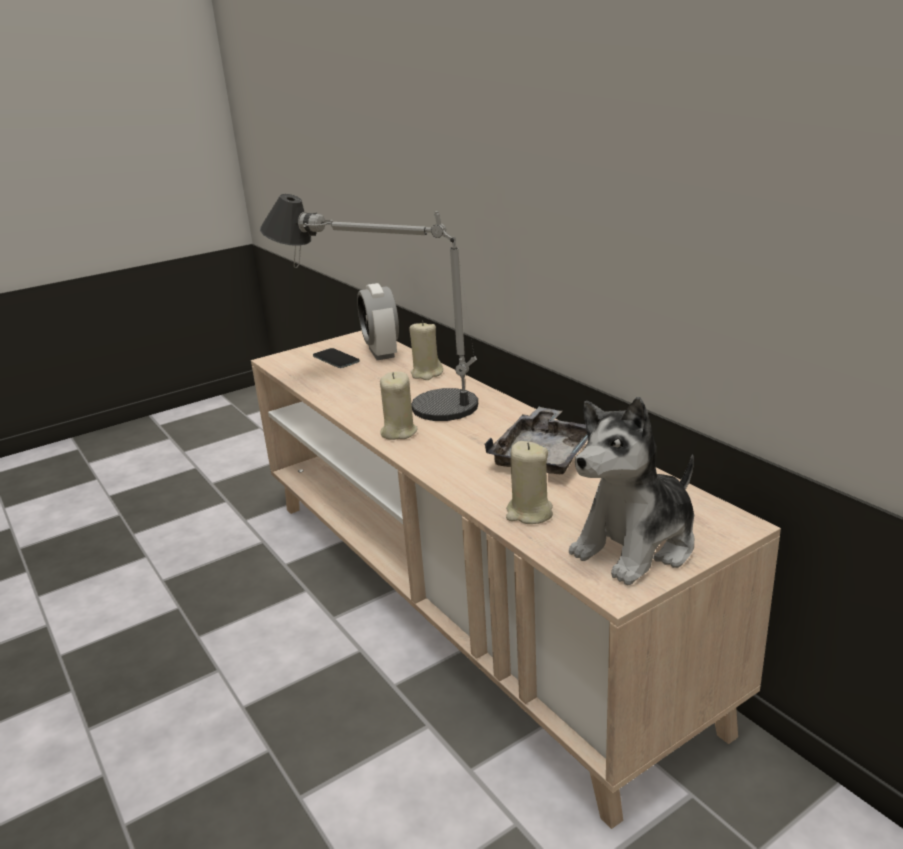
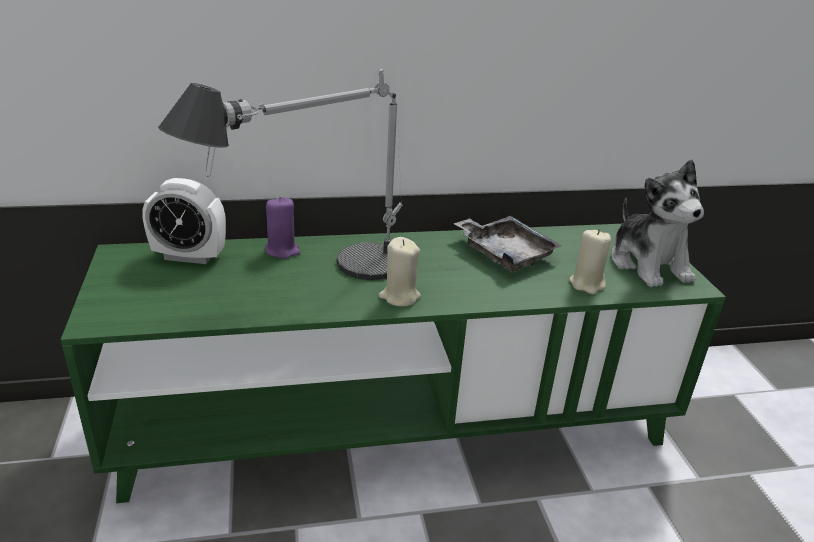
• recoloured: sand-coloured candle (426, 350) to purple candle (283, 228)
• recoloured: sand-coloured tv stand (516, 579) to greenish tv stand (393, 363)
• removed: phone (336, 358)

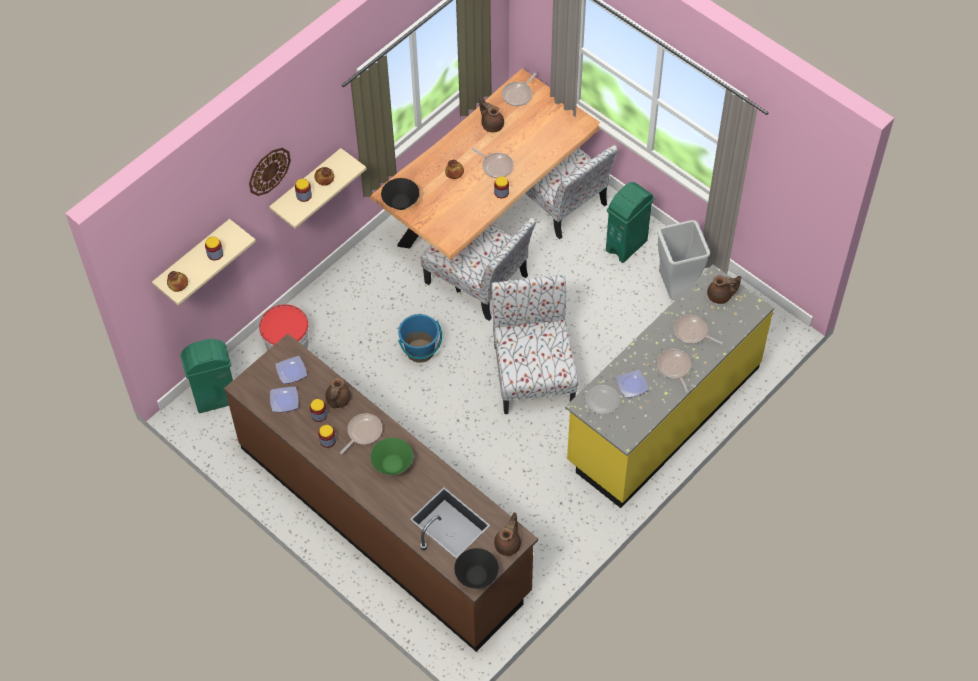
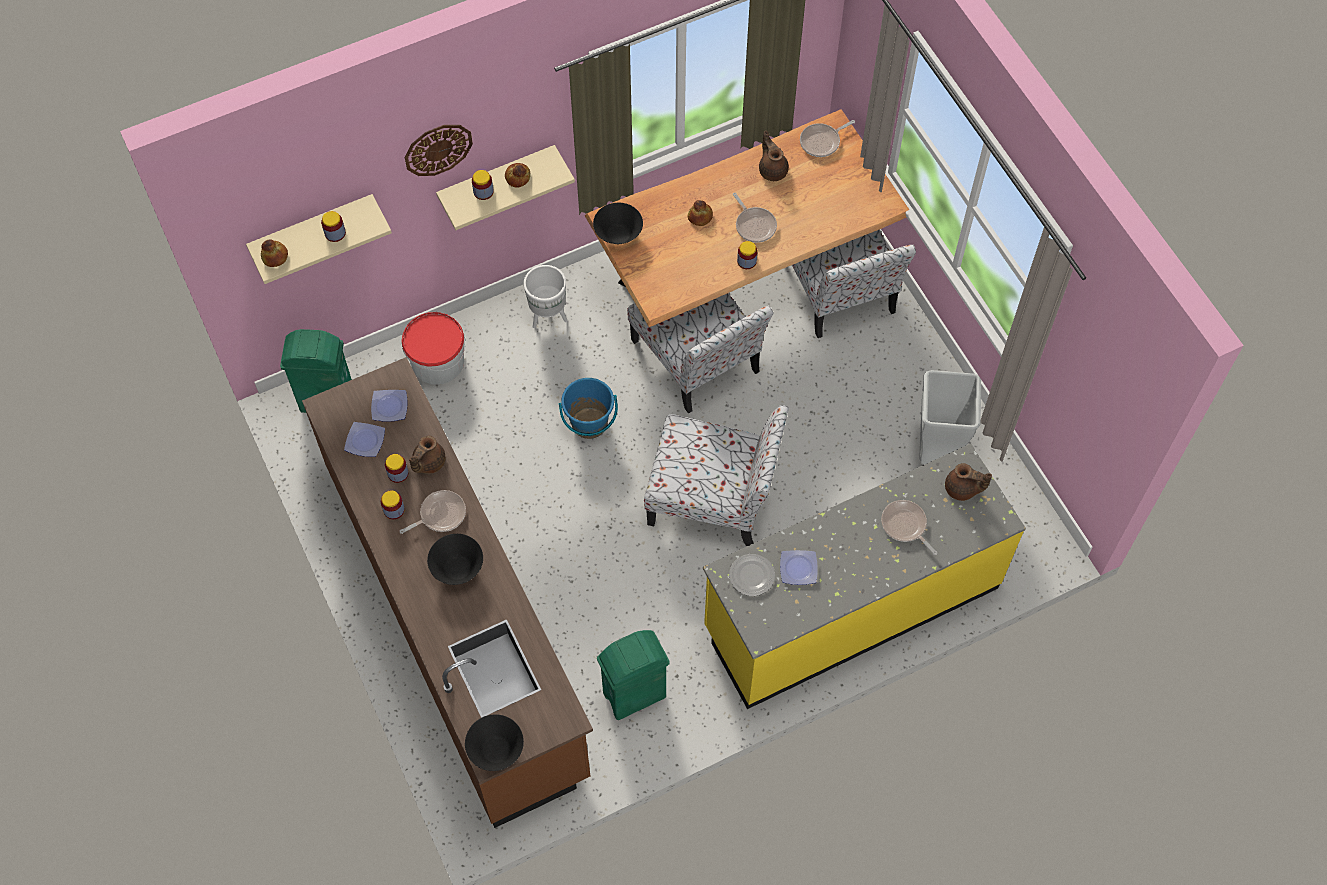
• moved: greenish trash can (630, 222) to (633, 675)
• turned: chair (534, 344) = (716, 475) 90 degrees clockwise
• removed: frying pan (674, 371)
• recoloured: greenish bowl (391, 456) to black-coloured bowl (455, 559)
• removed: brown teapot (507, 534)
• added: whitish flower pot (545, 296)

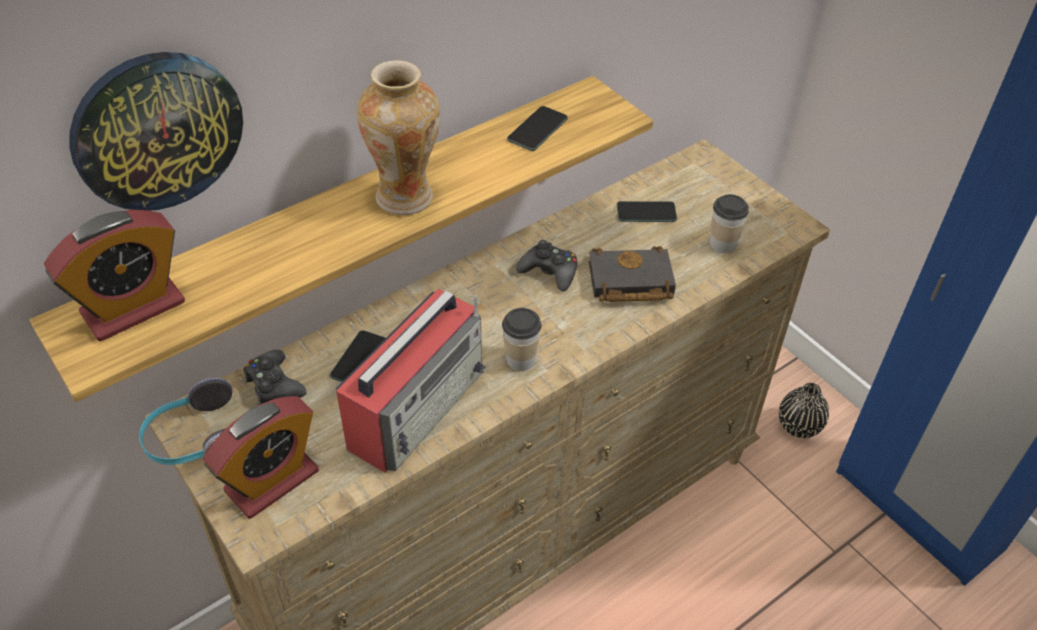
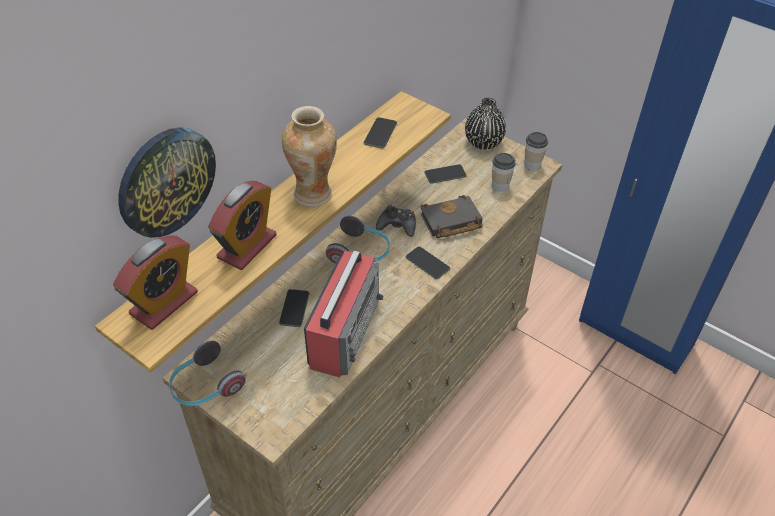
• moved: small cup (521, 339) to (536, 151)
• removed: black-coloured gamepad (275, 377)
• moved: black-coloured decorative vase (804, 410) to (485, 124)
• moved: table clock (261, 457) to (242, 225)
• added: pair of headphones (357, 240)
• added: phone (428, 262)

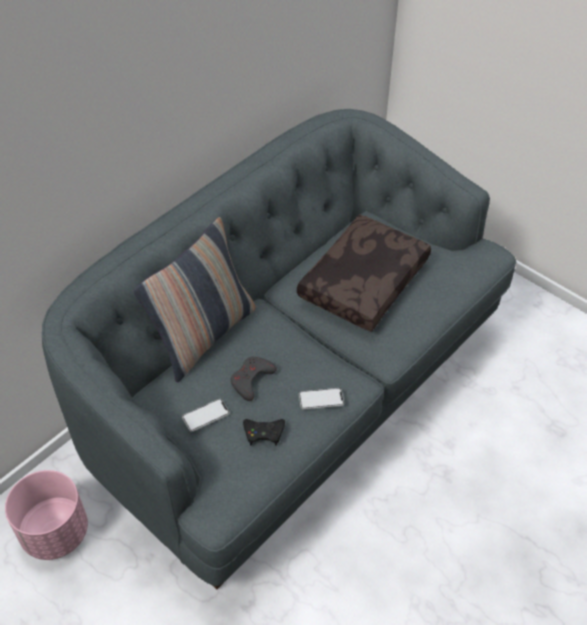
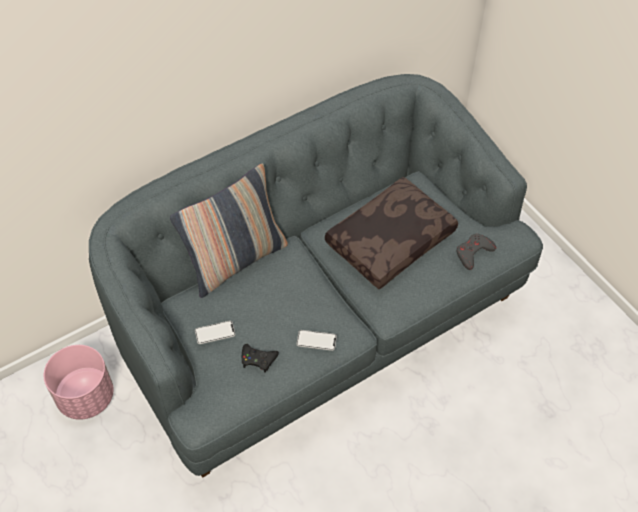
• moved: grey gamepad (253, 379) to (476, 252)

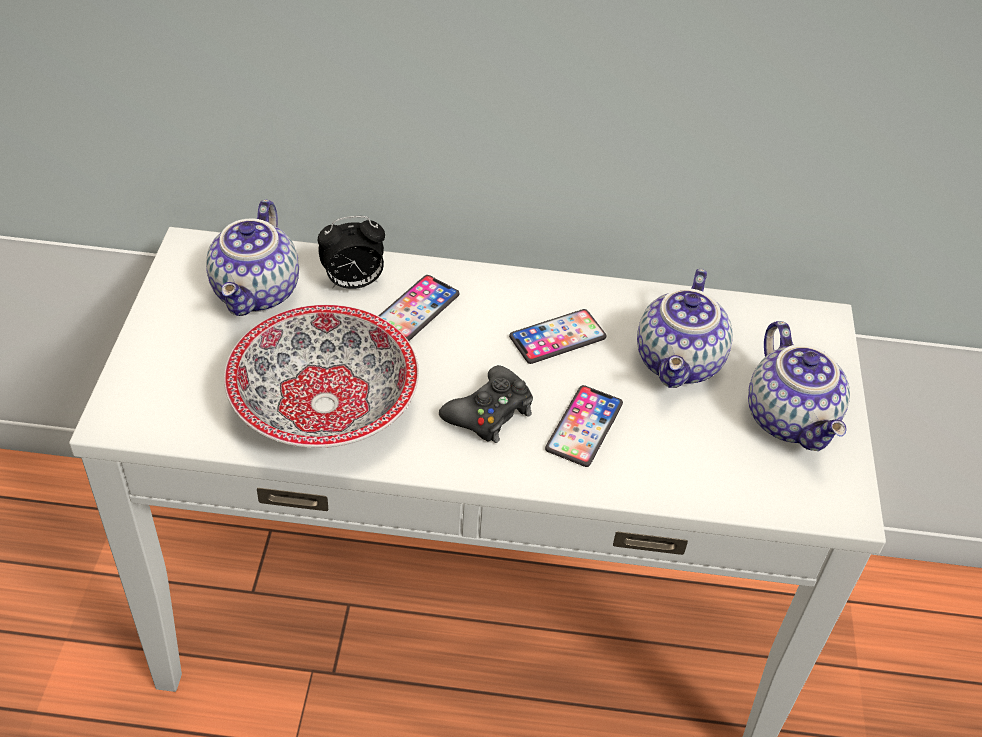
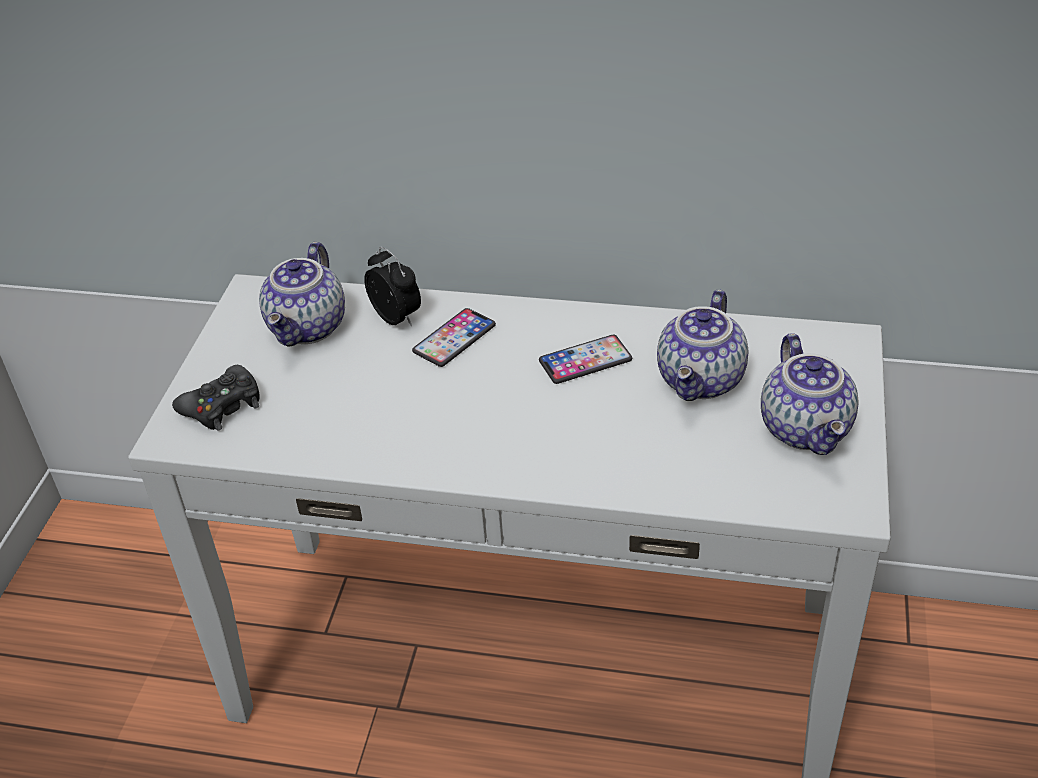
• turned: table clock (351, 252) = (392, 286) 120 degrees counterclockwise
• removed: bowl (321, 376)
• moved: black-coloured gamepad (486, 404) to (216, 398)
• removed: phone (584, 426)

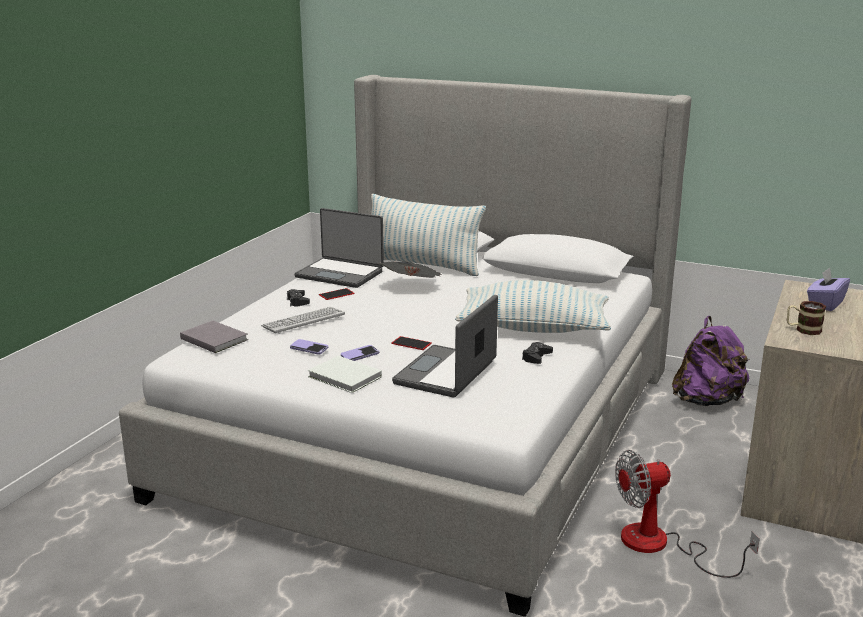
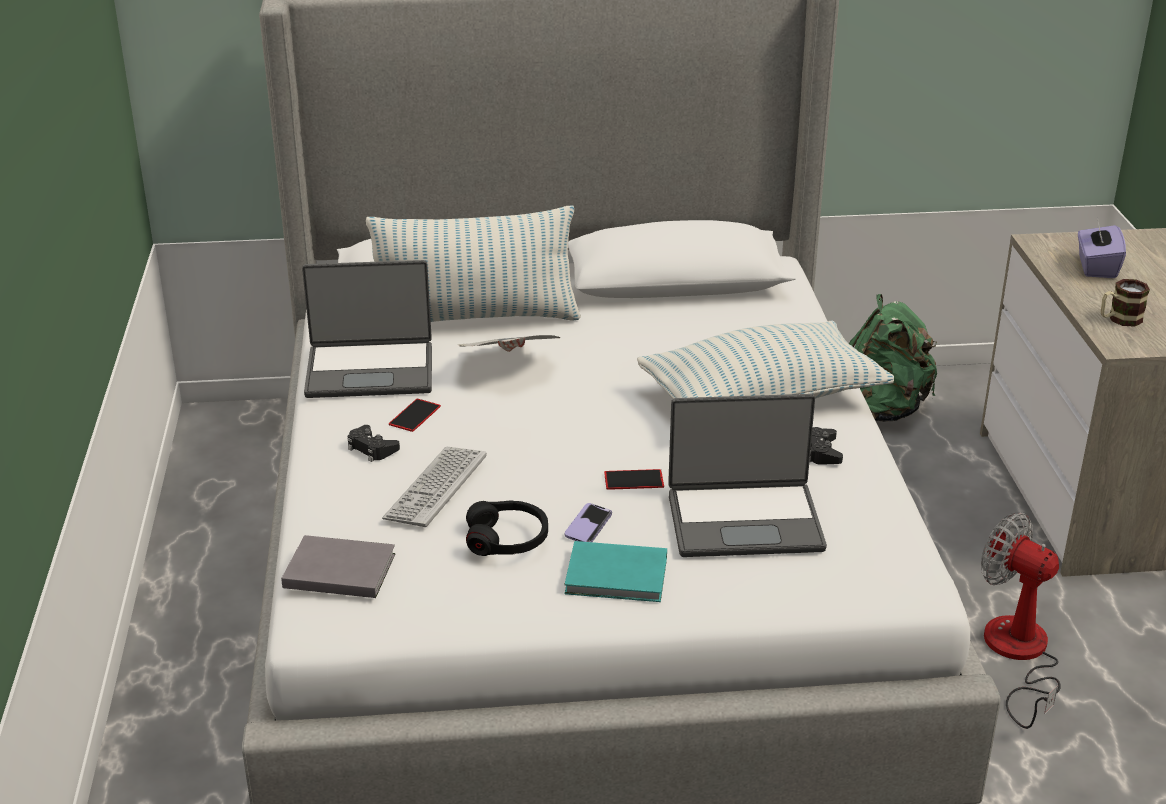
• turned: notebook computer (445, 346) = (747, 475) 90 degrees counterclockwise
• recoloured: purple rucksack (711, 361) to greenish rucksack (893, 358)
• replaced: phone (309, 347) to black-coloured pair of headphones (507, 528)
• recoloured: whitish volume (345, 374) to blue-green volume (615, 571)
• turned: cooling fan (687, 514) = (1021, 620) 90 degrees clockwise

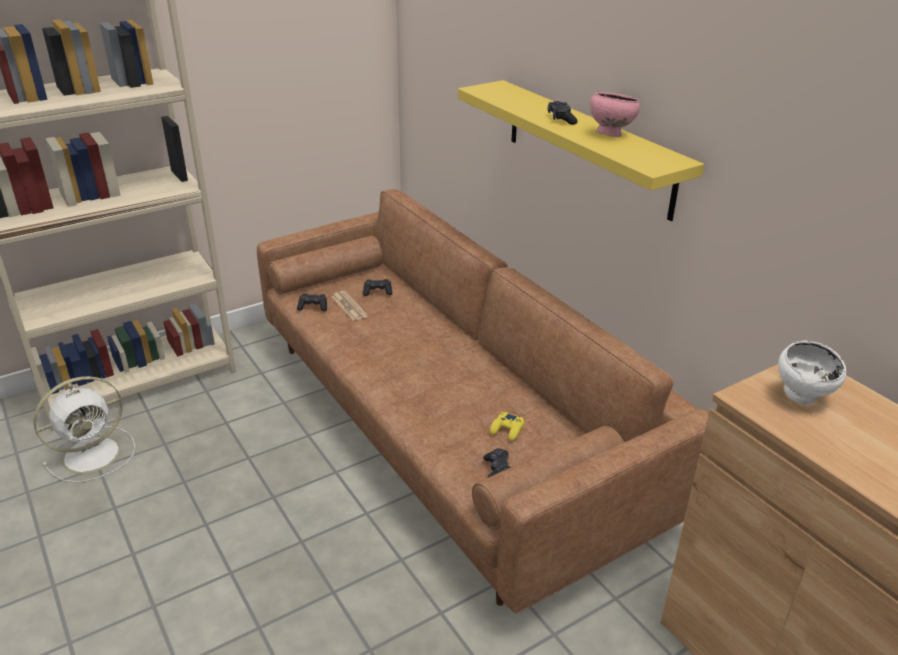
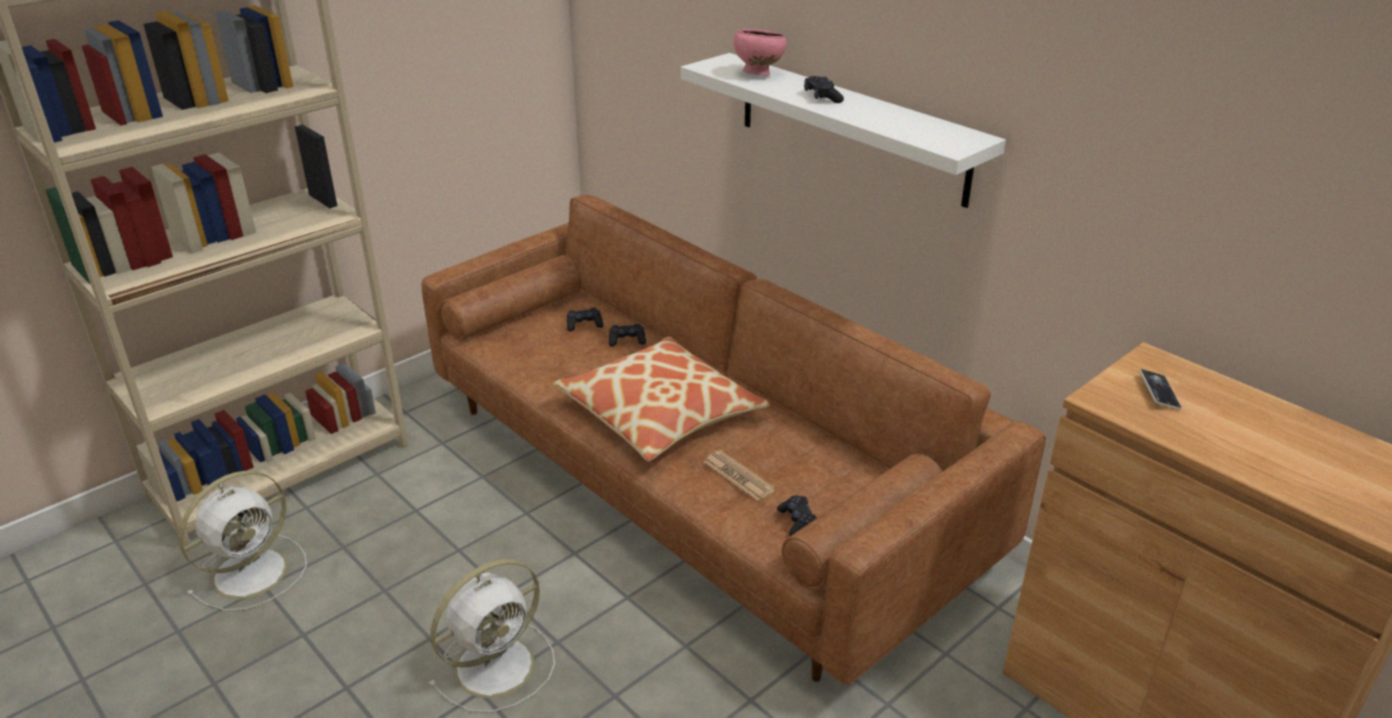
• recoloured: yellow-coloured wall shelf (581, 150) to whitish wall shelf (843, 130)
• moved: pink-coloured bowl (615, 114) to (760, 52)
• moved: daily paper (350, 306) to (739, 475)
• moved: black-coloured gamepad (312, 302) to (627, 335)
• replaced: whitish bowl (812, 372) to phone (1160, 389)
• removed: yellow-coloured gamepad (507, 426)
• added: throw pillow (661, 399)
• added: whitish cooling fan (492, 636)

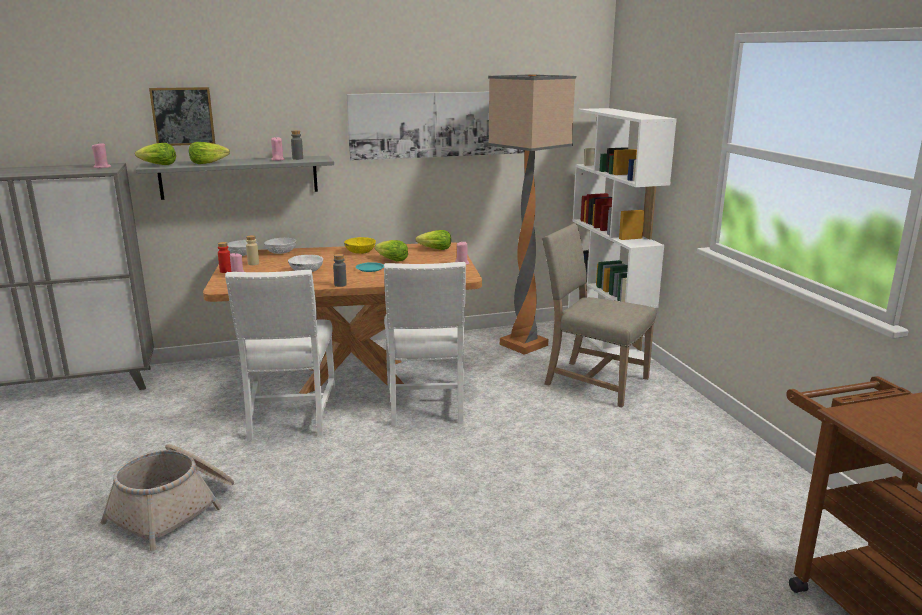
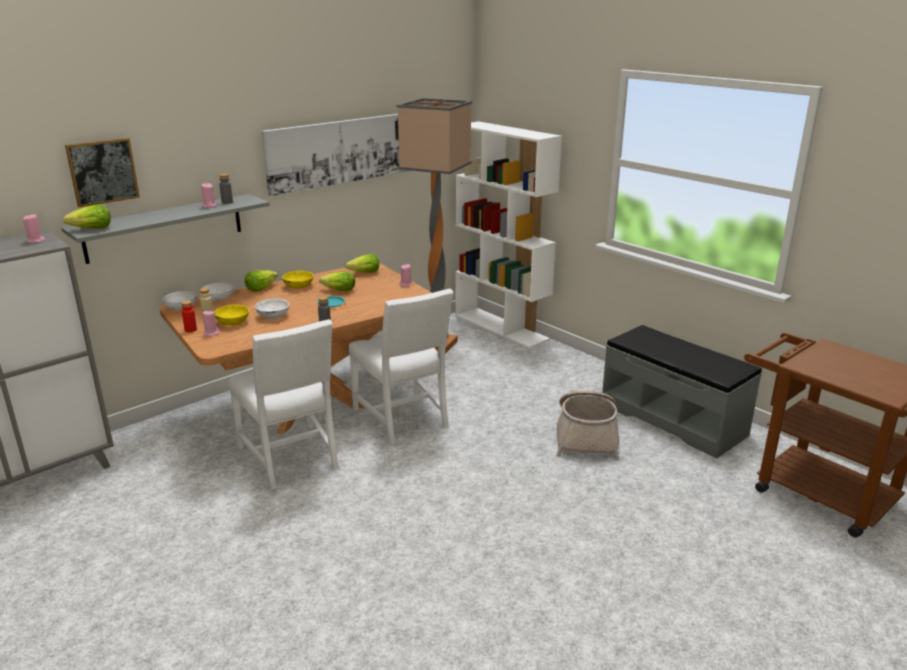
• moved: lettuce head (209, 153) to (261, 281)
• removed: sand-coloured chair (599, 315)
• moved: household basket (167, 497) to (588, 426)
• added: yellow-coloured bowl (231, 314)
• added: grey long seat (682, 391)

